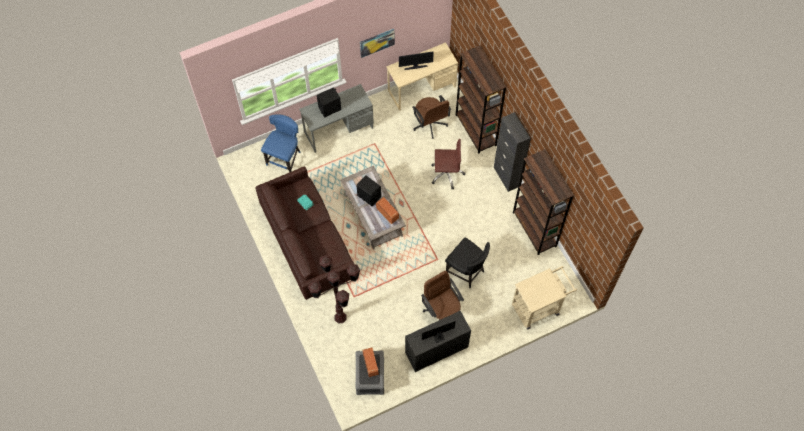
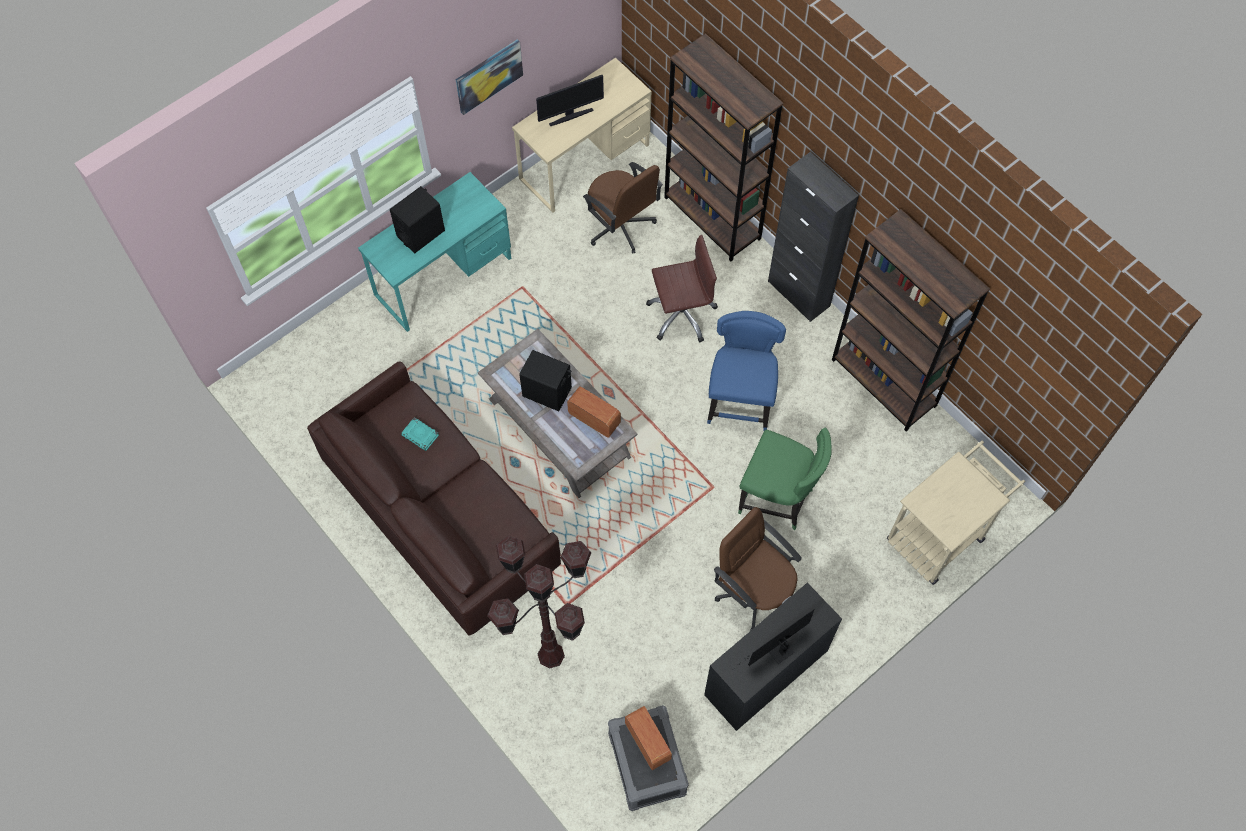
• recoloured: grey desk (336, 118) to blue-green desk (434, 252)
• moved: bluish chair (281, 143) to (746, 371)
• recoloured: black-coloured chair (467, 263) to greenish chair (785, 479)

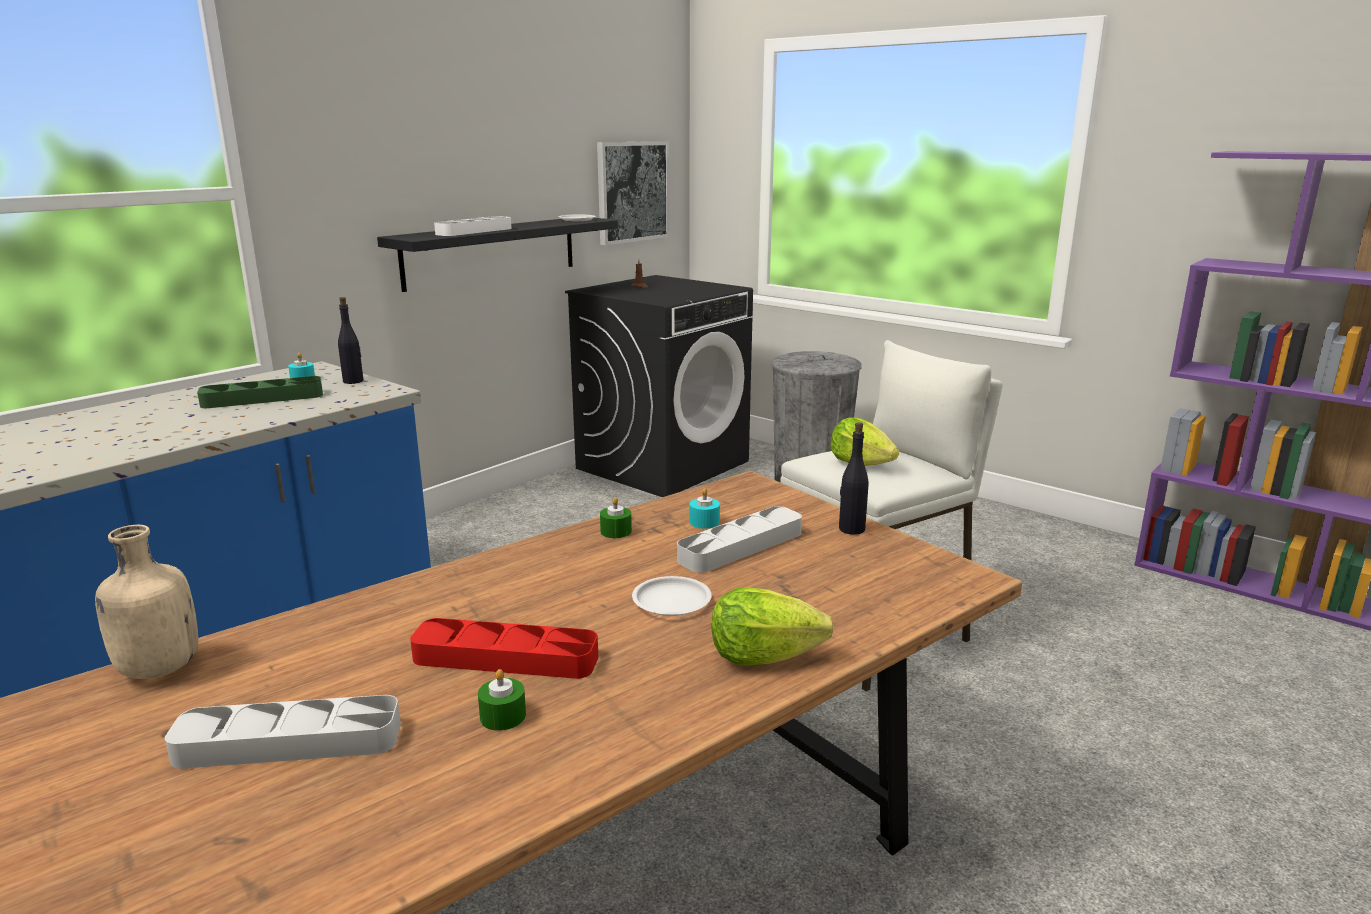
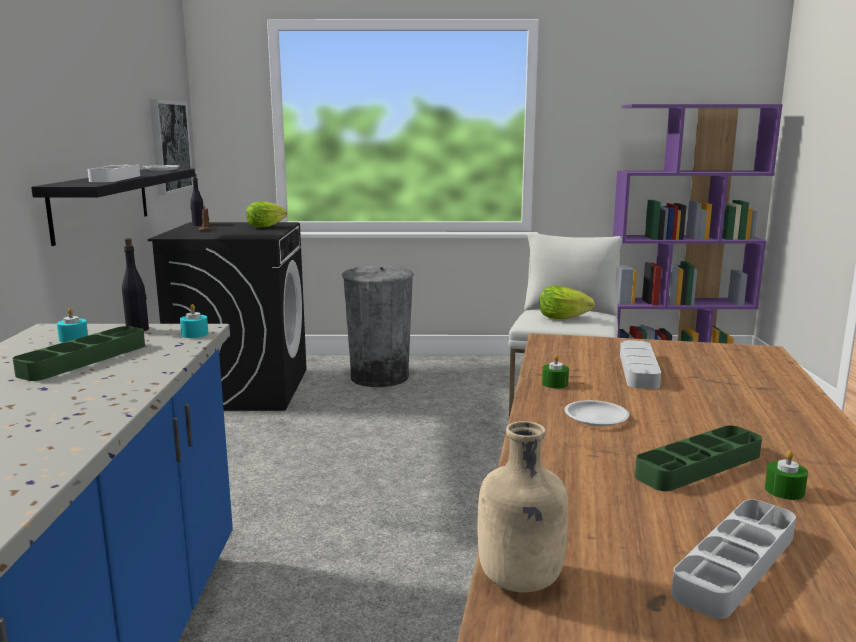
• moved: black-coloured bottle (854, 478) to (197, 200)
• moved: blue-green candle (704, 508) to (194, 321)
• moved: whitish plate (672, 596) to (597, 413)
• moved: lettuce head (773, 626) to (266, 215)
• recoloured: reddish carrying tray (504, 648) to greenish carrying tray (698, 458)

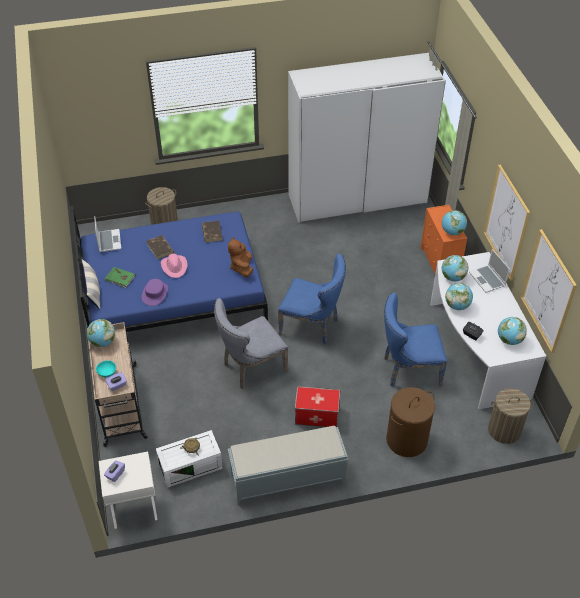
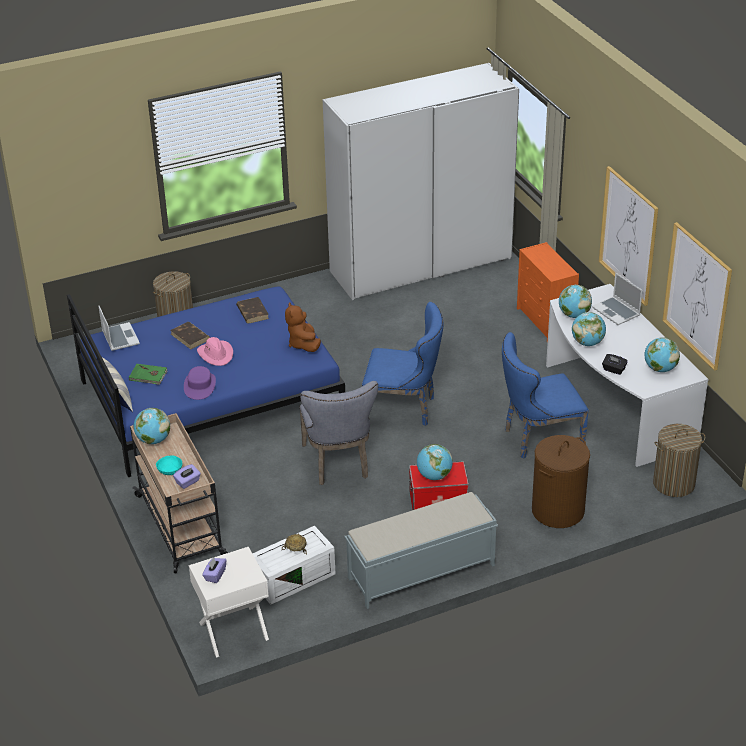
• moved: desk globe (454, 222) to (435, 462)
• turned: grey chair (251, 343) = (338, 433) 60 degrees counterclockwise

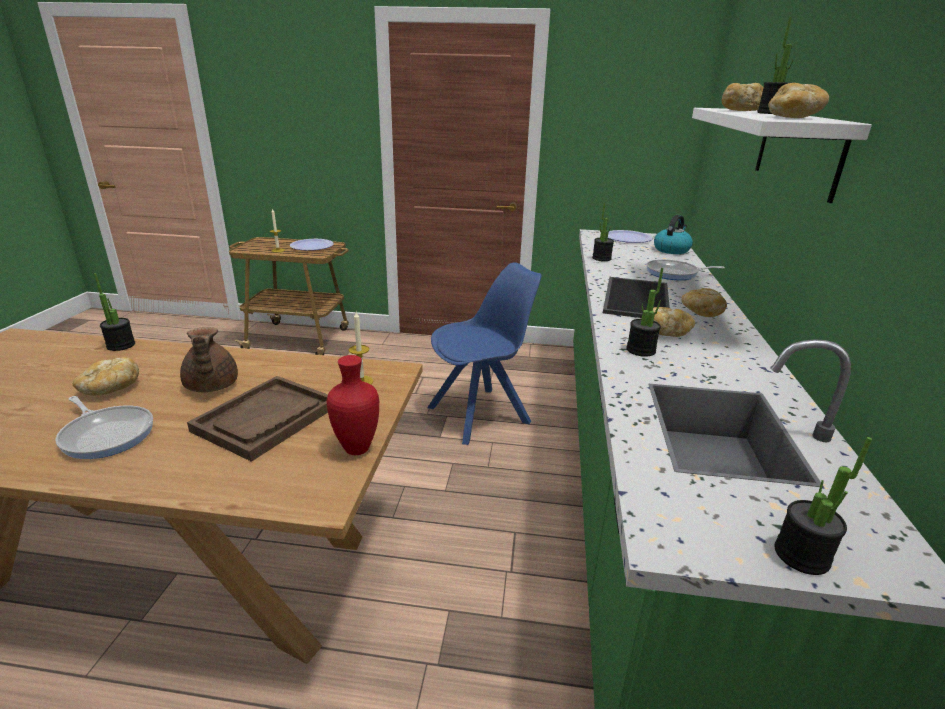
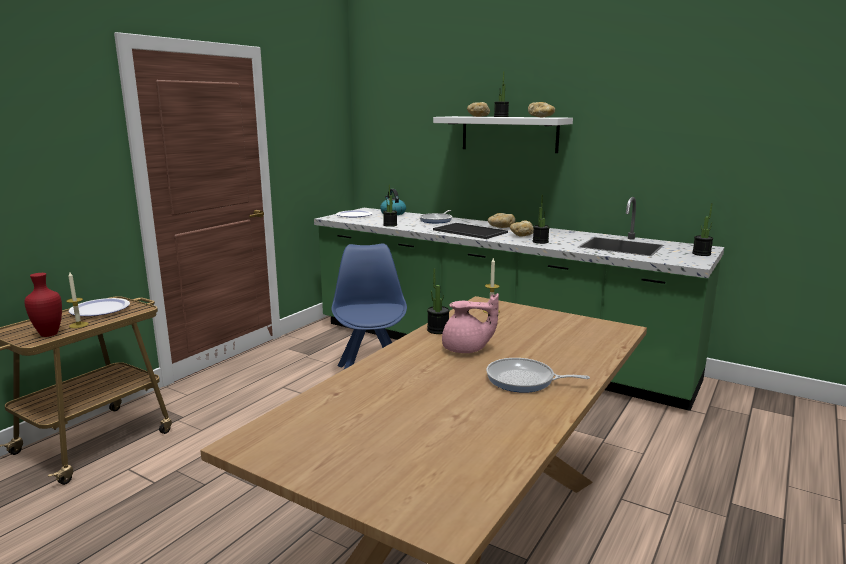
• moved: houseplant (114, 312) to (438, 301)
• recoloured: brown teapot (209, 359) to pink-coloured teapot (470, 323)
• moved: reddish decorative vase (353, 405) to (43, 305)
• removed: bakery bread (106, 376)
• removed: brown carrying tray (257, 419)
• turned: frying pan (104, 427) = (538, 375) 135 degrees counterclockwise

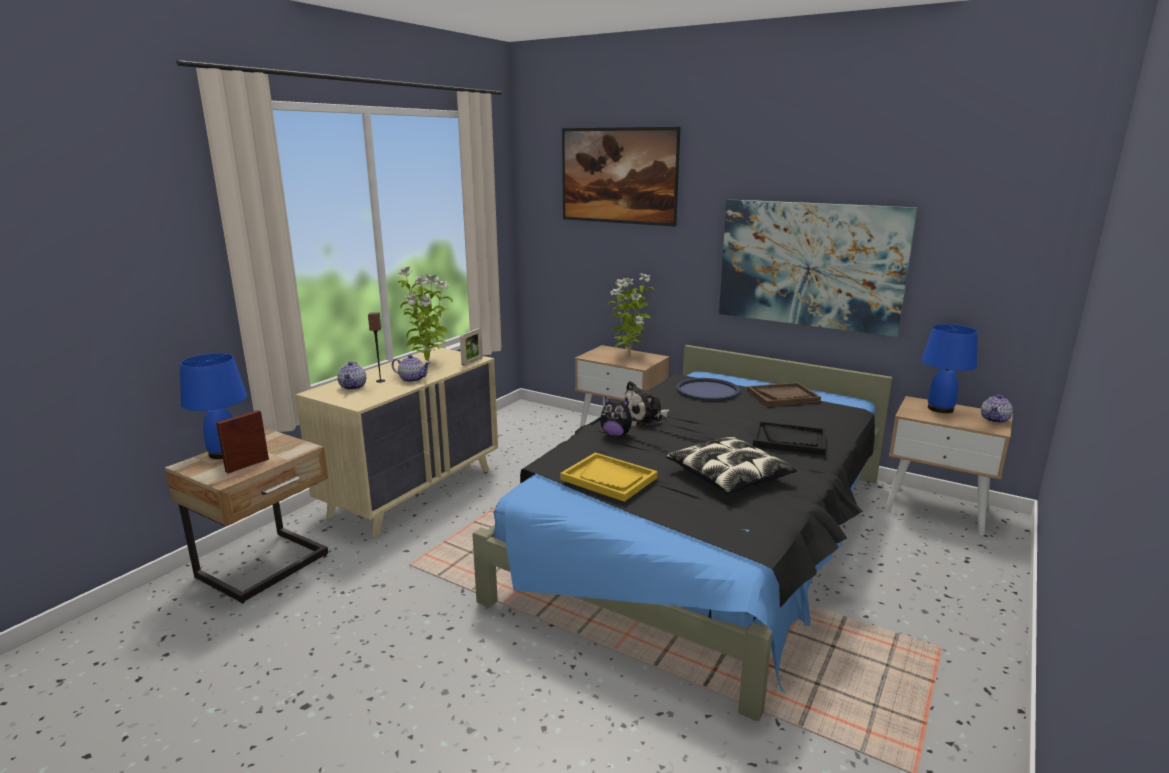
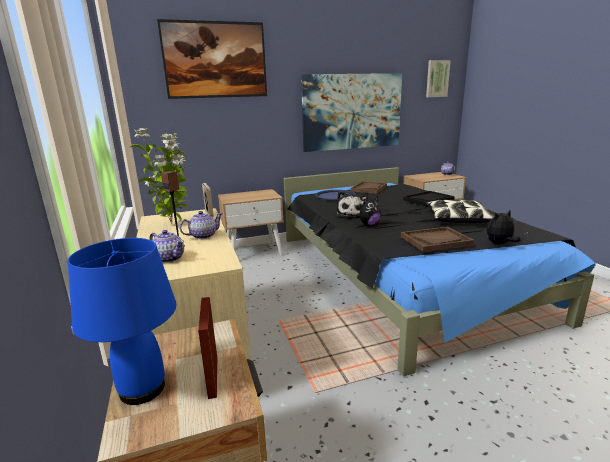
• removed: houseplant (630, 314)
• removed: bluish table lamp (949, 368)
• recoloured: yellow-coloured carrying tray (608, 477) to brown carrying tray (437, 239)
• added: wall art (438, 78)
• added: cuddly toy (504, 227)

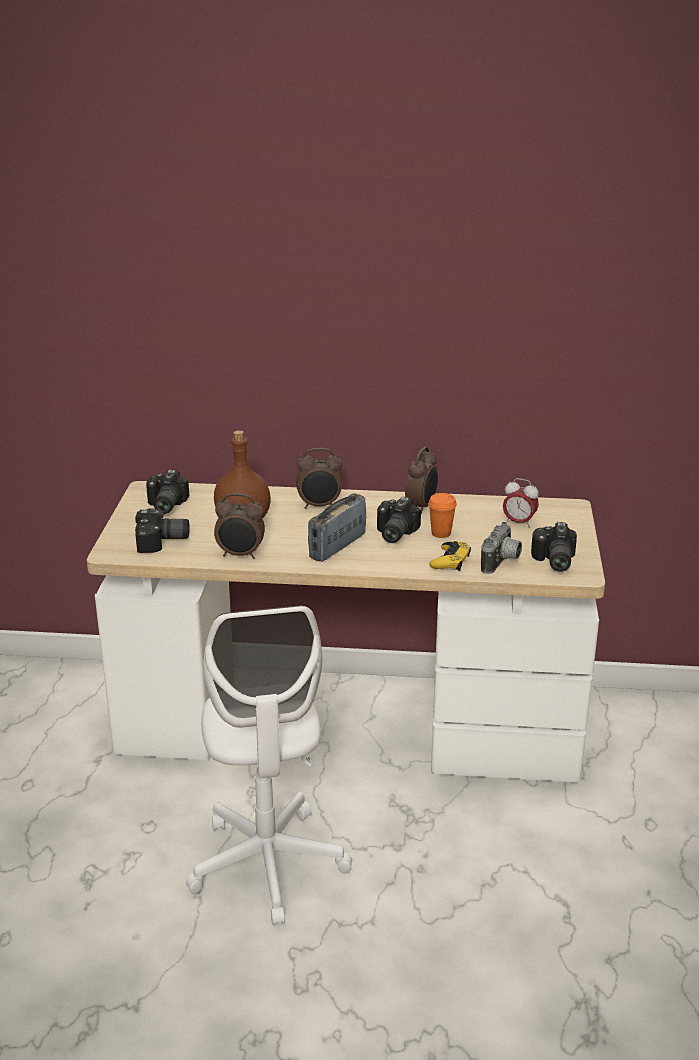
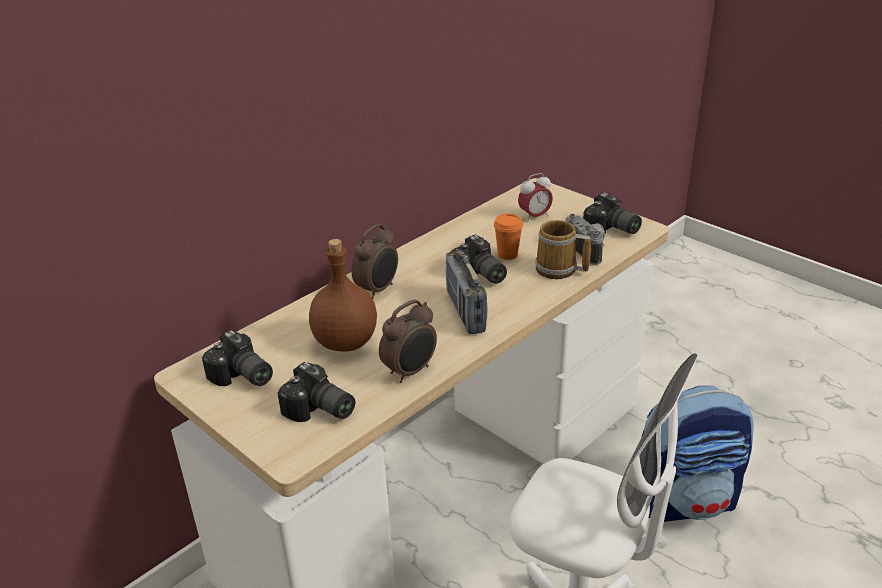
• removed: table clock (421, 480)
• turned: photo camera (162, 530) = (316, 392) 90 degrees clockwise
• replaced: yellow-coloured gamepad (450, 556) to tea mug (563, 249)
• added: rucksack (697, 454)

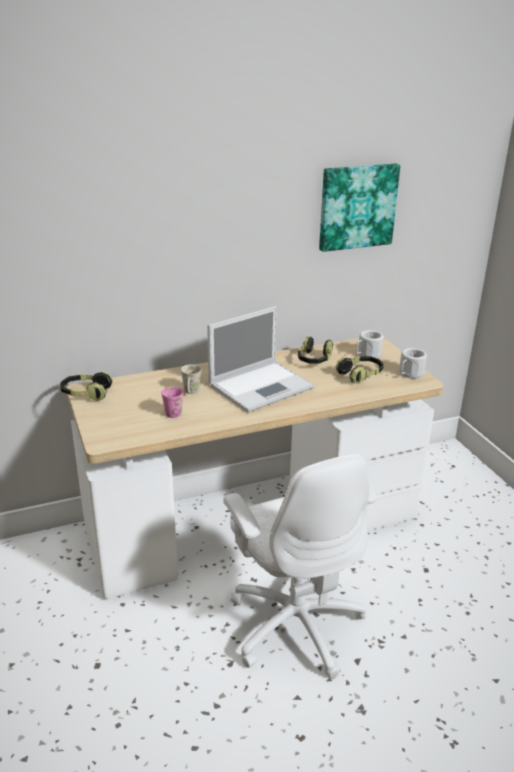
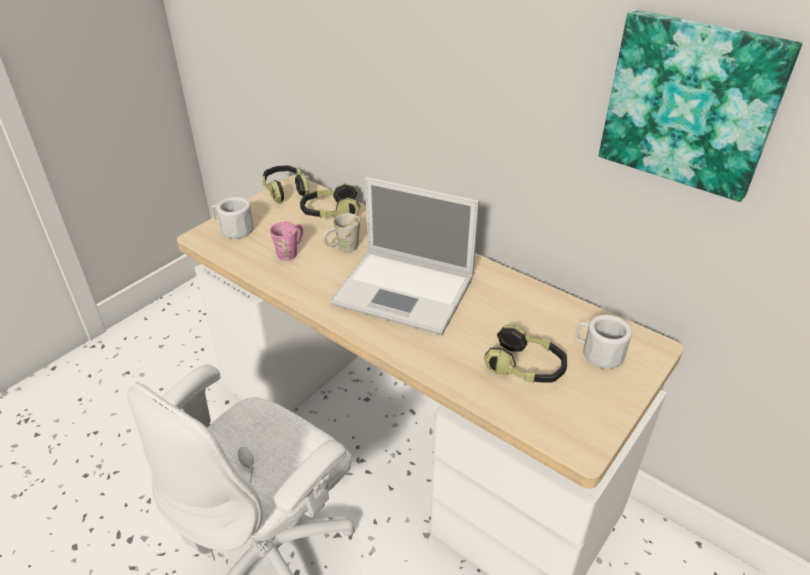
• moved: pair of headphones (315, 350) to (330, 200)
• moved: whitish tea mug (413, 363) to (233, 218)

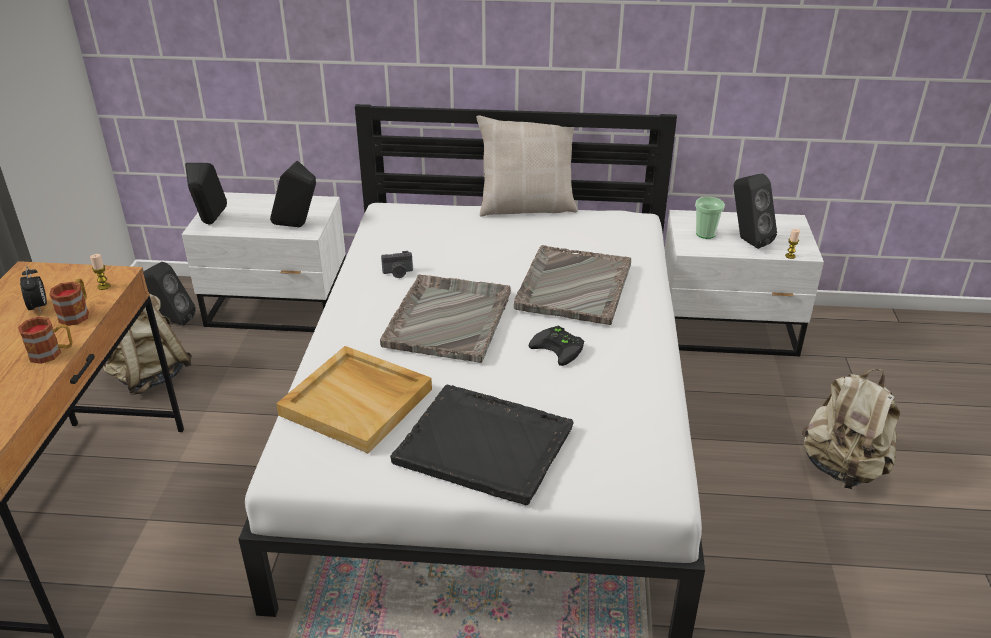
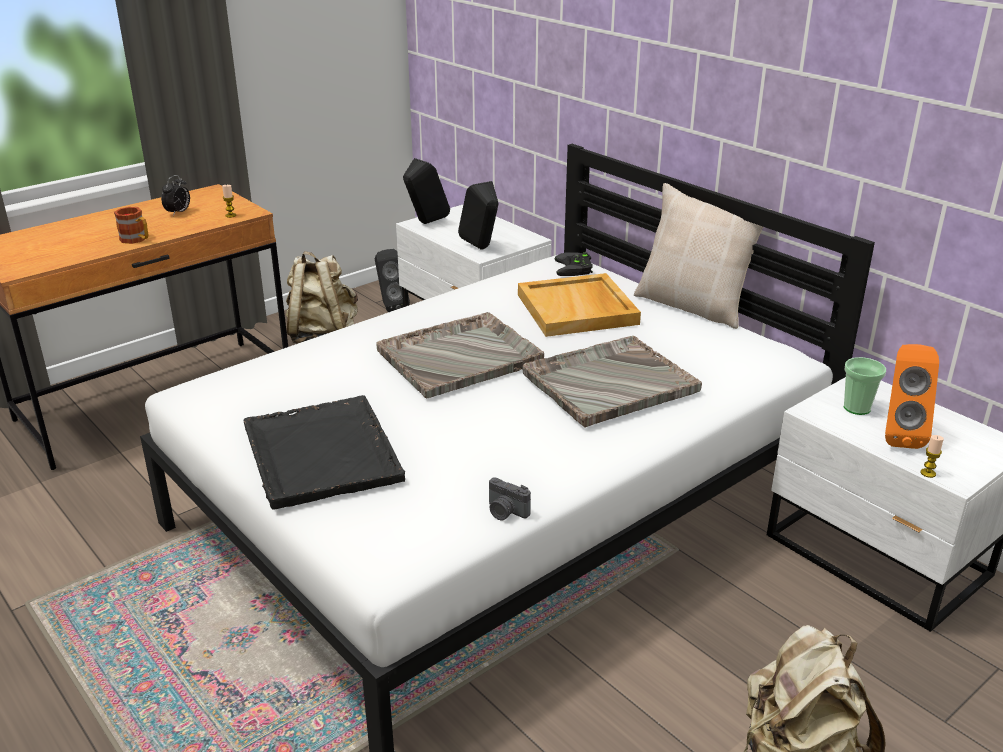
• recoloured: black-coloured speaker (755, 211) to orange-coloured speaker (912, 396)
• moved: photo camera (397, 264) to (510, 499)
• removed: tea mug (69, 302)
• moved: black-coloured gamepad (556, 346) to (574, 264)
• moved: sand-coloured carrying tray (354, 399) to (579, 305)

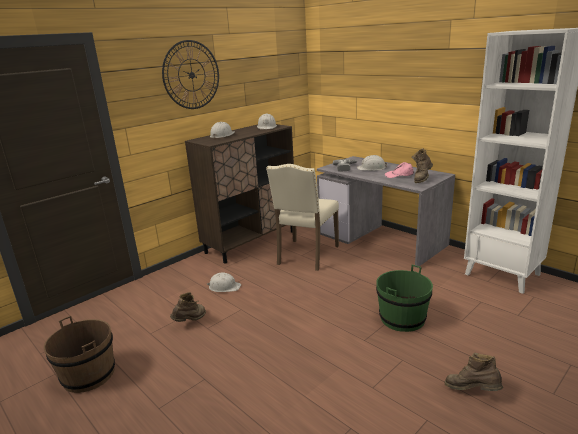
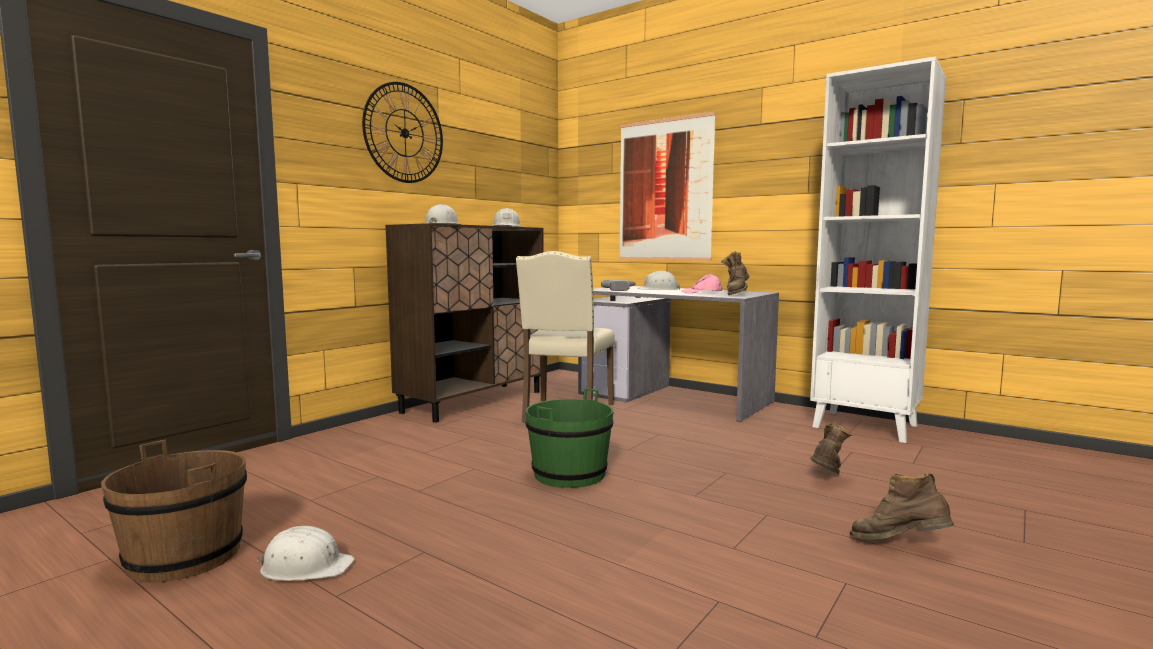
• moved: greenish bucket (404, 298) to (570, 438)
• moved: whitish work helmet (224, 282) to (305, 553)
• moved: brown tall boot (188, 307) to (832, 448)
• added: wall art (667, 186)

